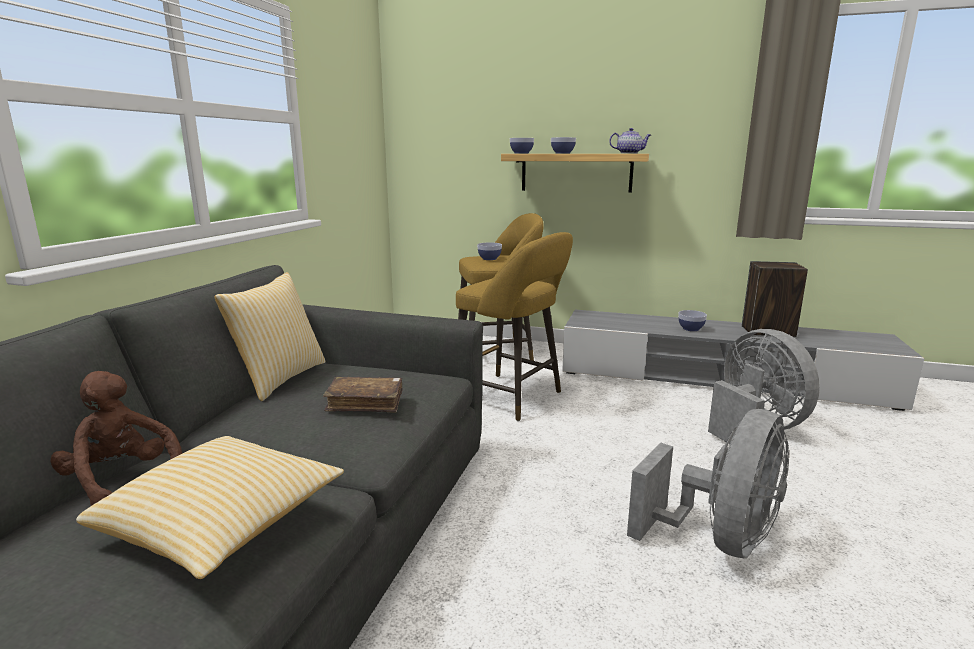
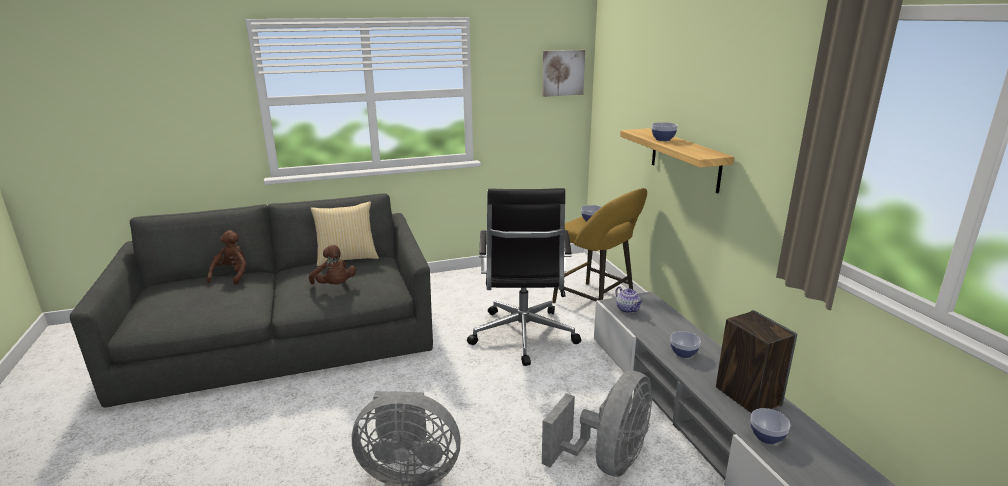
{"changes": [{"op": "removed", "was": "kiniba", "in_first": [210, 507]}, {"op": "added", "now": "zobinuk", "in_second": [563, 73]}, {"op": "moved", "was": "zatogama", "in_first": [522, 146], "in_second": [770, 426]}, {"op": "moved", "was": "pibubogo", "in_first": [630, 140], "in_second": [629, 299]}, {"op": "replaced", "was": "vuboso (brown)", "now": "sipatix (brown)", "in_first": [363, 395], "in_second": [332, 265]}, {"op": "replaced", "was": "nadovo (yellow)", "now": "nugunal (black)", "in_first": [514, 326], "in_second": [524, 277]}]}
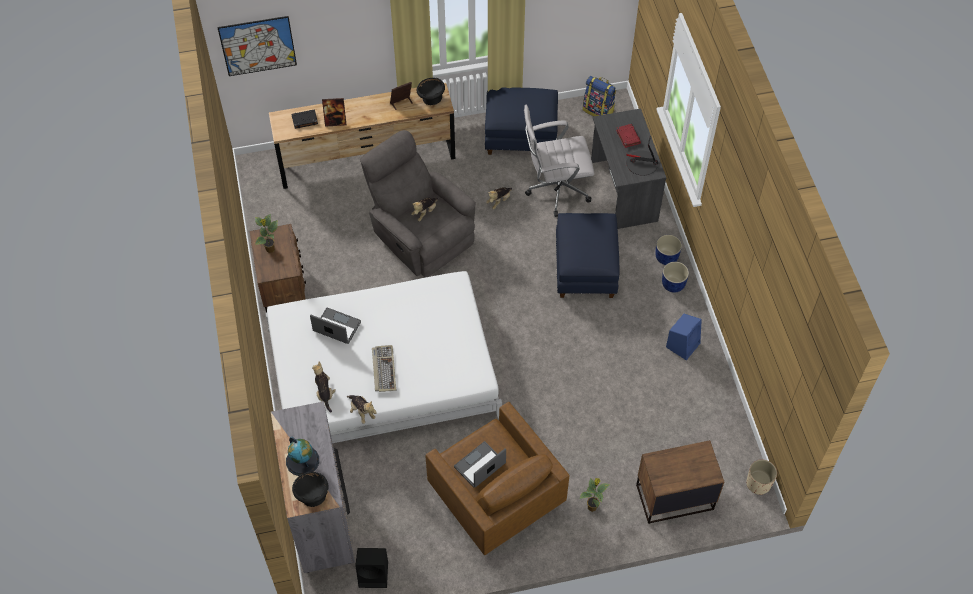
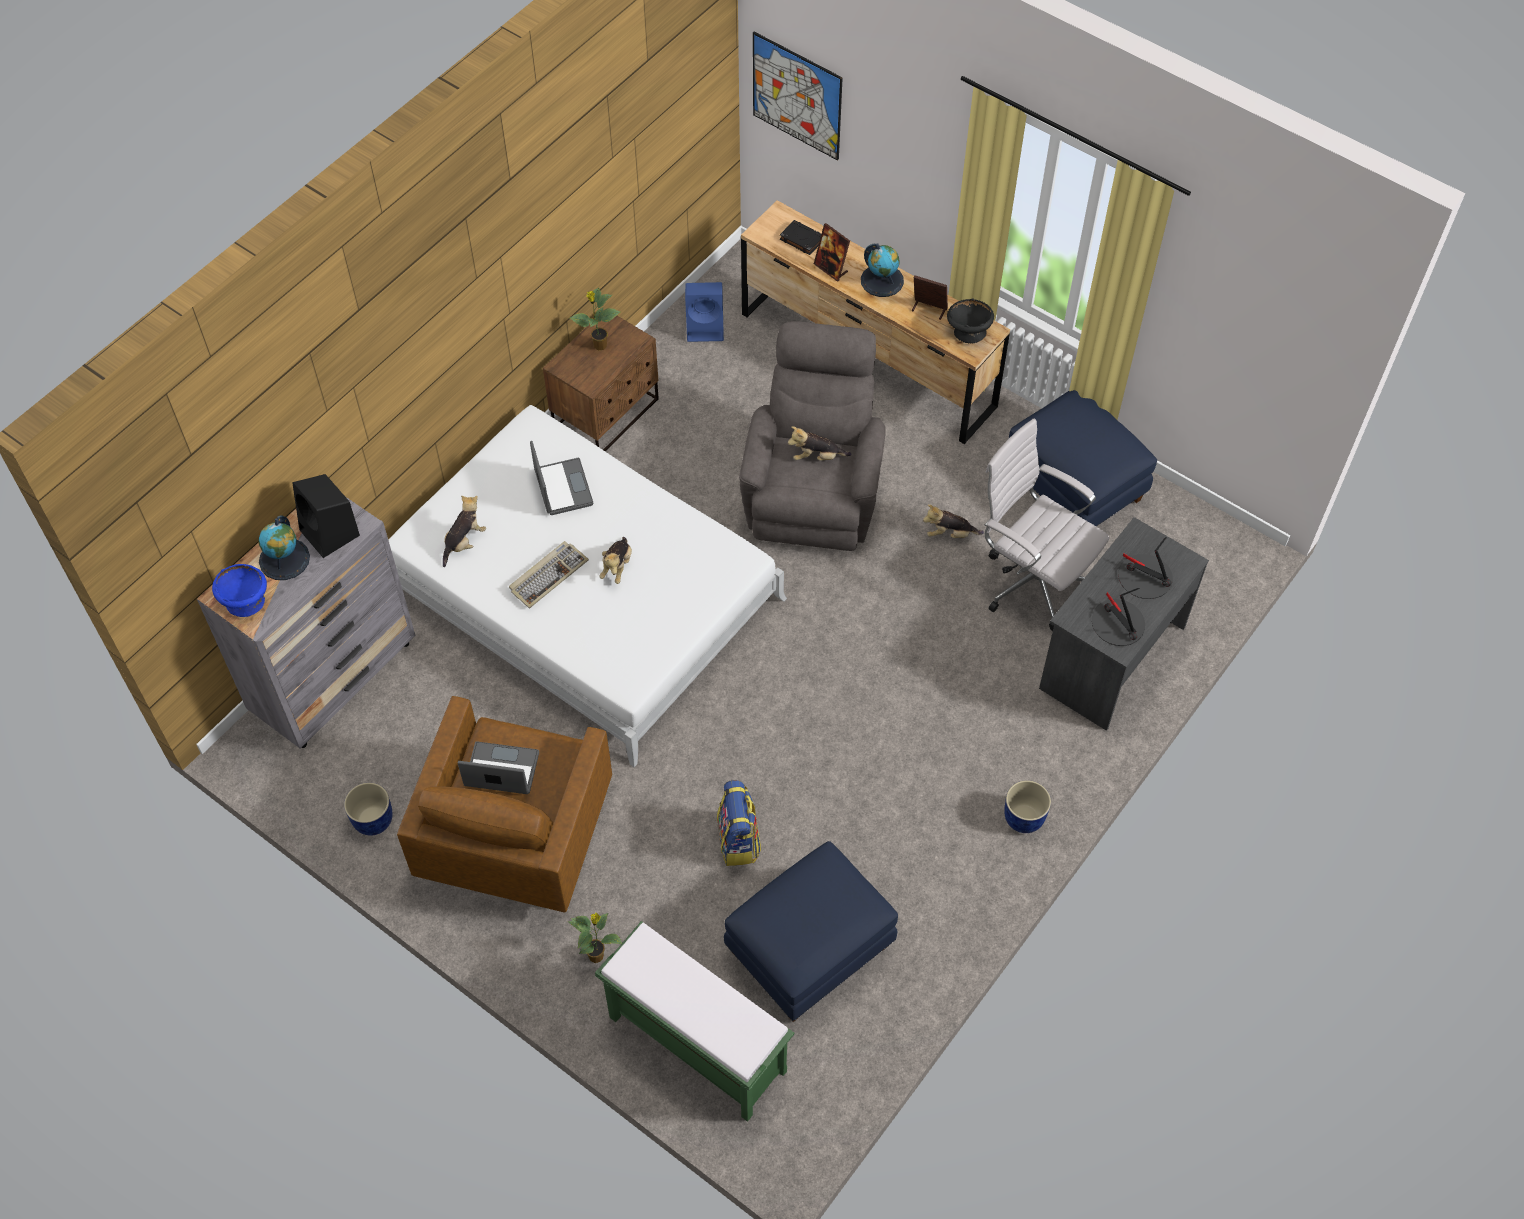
{"changes": [{"op": "removed", "was": "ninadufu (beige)", "in_first": [761, 477]}, {"op": "added", "now": "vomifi", "in_second": [882, 270]}, {"op": "moved", "was": "sipatix", "in_first": [362, 409], "in_second": [616, 560]}, {"op": "moved", "was": "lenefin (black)", "in_first": [371, 568], "in_second": [326, 516]}, {"op": "moved", "was": "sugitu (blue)", "in_first": [587, 255], "in_second": [811, 931]}, {"op": "moved", "was": "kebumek", "in_first": [599, 96], "in_second": [739, 823]}, {"op": "moved", "was": "ninadufu (blue)", "in_first": [668, 250], "in_second": [368, 809]}, {"op": "moved", "was": "lenefin (blue)", "in_first": [684, 337], "in_second": [704, 312]}, {"op": "replaced", "was": "vuboso (red)", "now": "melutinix", "in_first": [628, 136], "in_second": [1145, 568]}, {"op": "replaced", "was": "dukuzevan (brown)", "now": "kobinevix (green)", "in_first": [680, 482], "in_second": [694, 1021]}, {"op": "recoloured", "was": "zatogama (black)", "now": "zatogama (blue)", "in_first": [310, 489], "in_second": [239, 590]}]}
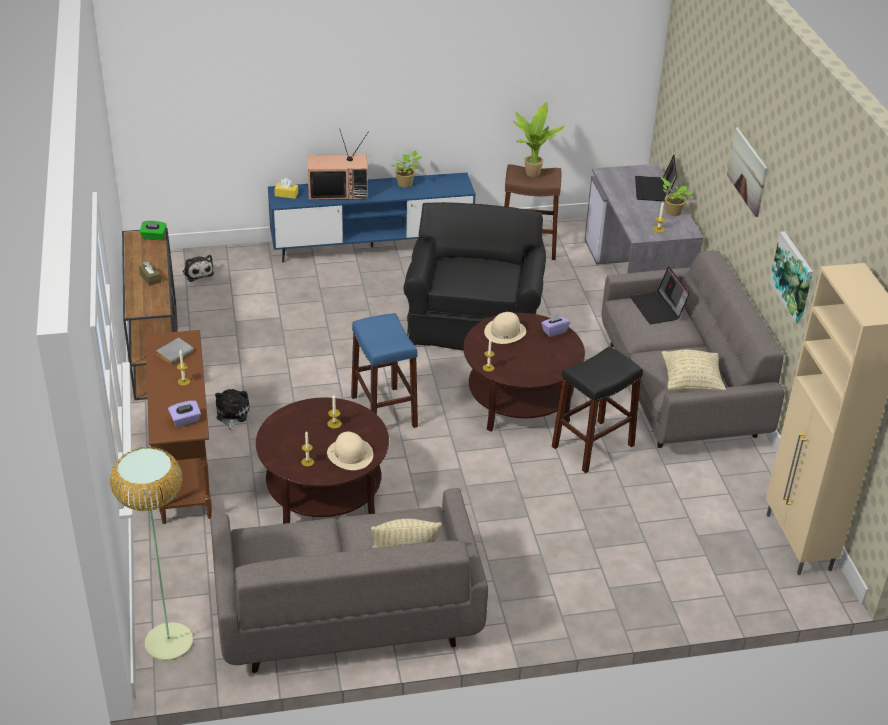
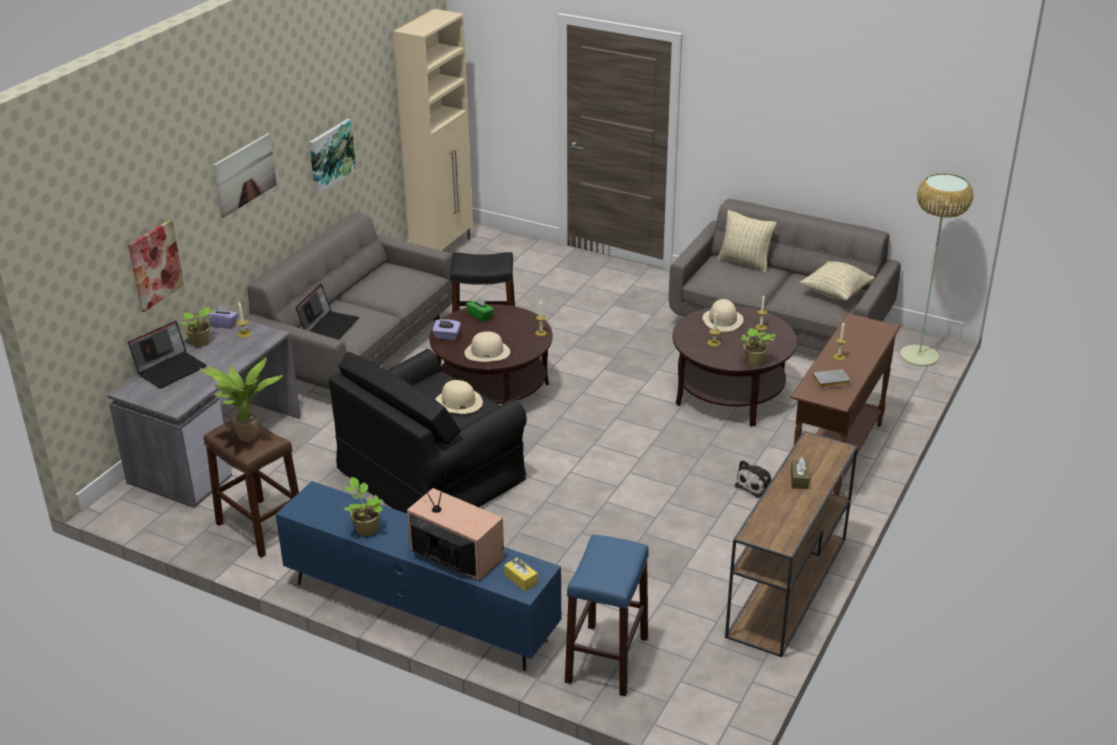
{"changes": [{"op": "removed", "was": "sipatix", "in_first": [198, 268]}, {"op": "added", "now": "zobinuk", "in_second": [156, 265]}, {"op": "added", "now": "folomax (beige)", "in_second": [459, 397]}, {"op": "added", "now": "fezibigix", "in_second": [758, 347]}, {"op": "moved", "was": "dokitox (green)", "in_first": [153, 230], "in_second": [480, 309]}, {"op": "moved", "was": "dokitox (purple)", "in_first": [184, 413], "in_second": [222, 317]}, {"op": "moved", "was": "nadovo (blue)", "in_first": [384, 370], "in_second": [607, 615]}, {"op": "moved", "was": "kiniba (beige)", "in_first": [694, 371], "in_second": [837, 280]}]}
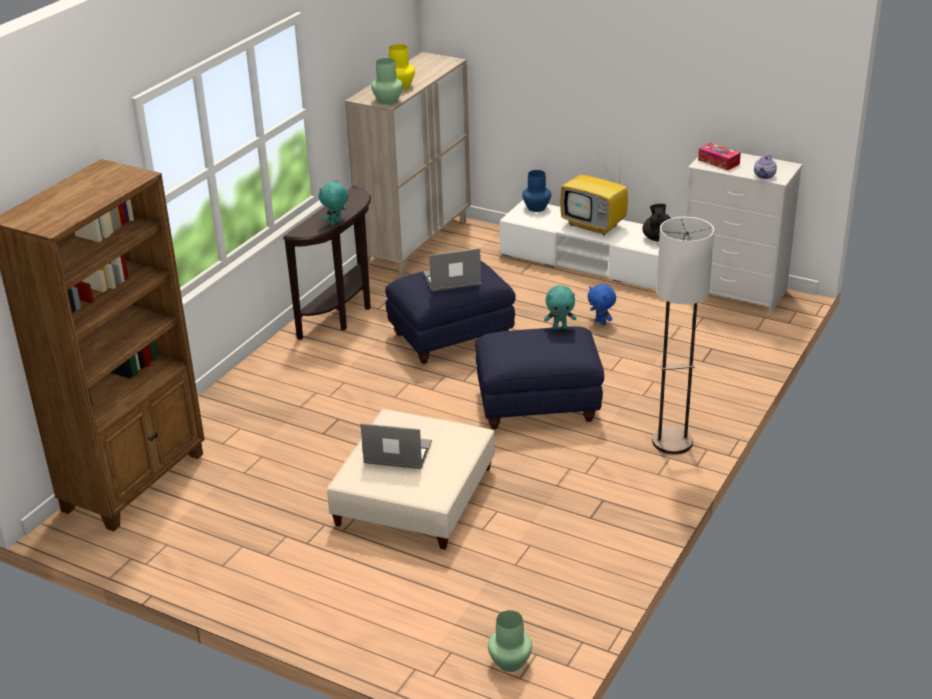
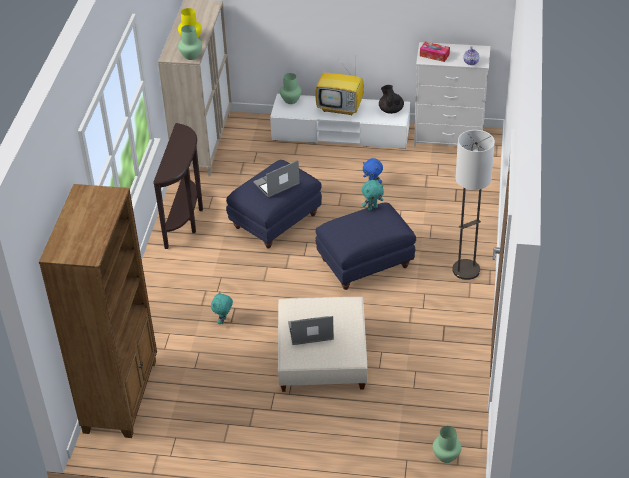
{"changes": [{"op": "moved", "was": "sipatix (turquoise)", "in_first": [334, 202], "in_second": [222, 307]}, {"op": "recoloured", "was": "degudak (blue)", "now": "degudak (green)", "in_first": [536, 191], "in_second": [291, 88]}]}
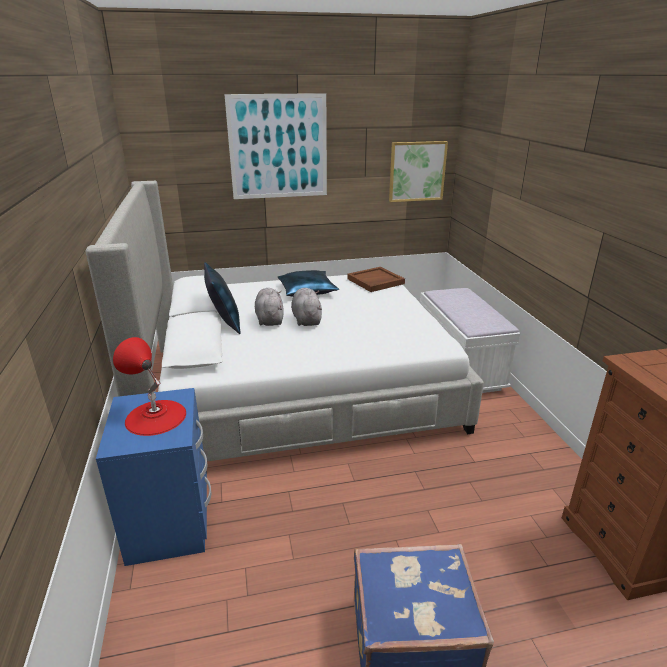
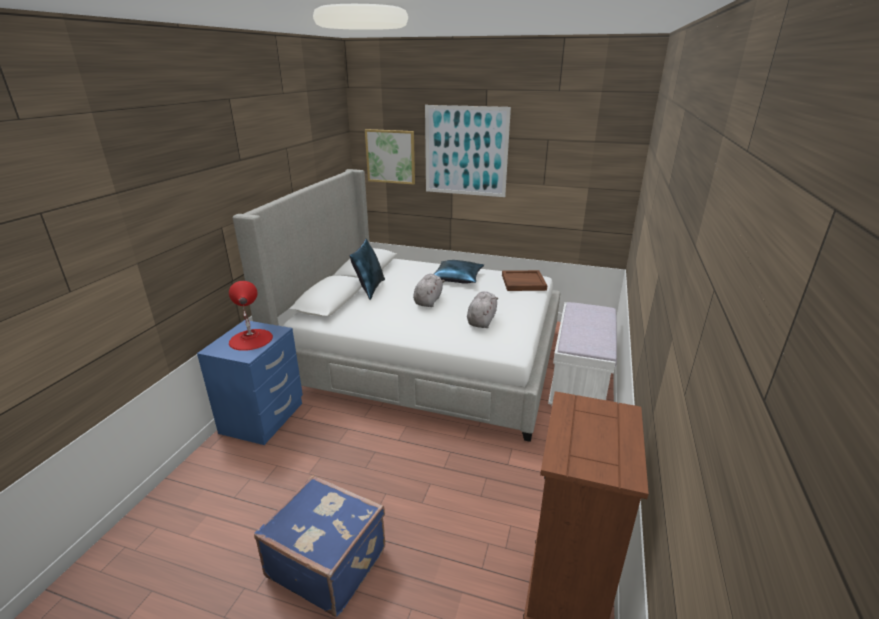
{"changes": [{"op": "moved", "was": "sipatix (grey)", "in_first": [269, 307], "in_second": [482, 309]}, {"op": "moved", "was": "zobinuk", "in_first": [418, 171], "in_second": [390, 157]}]}
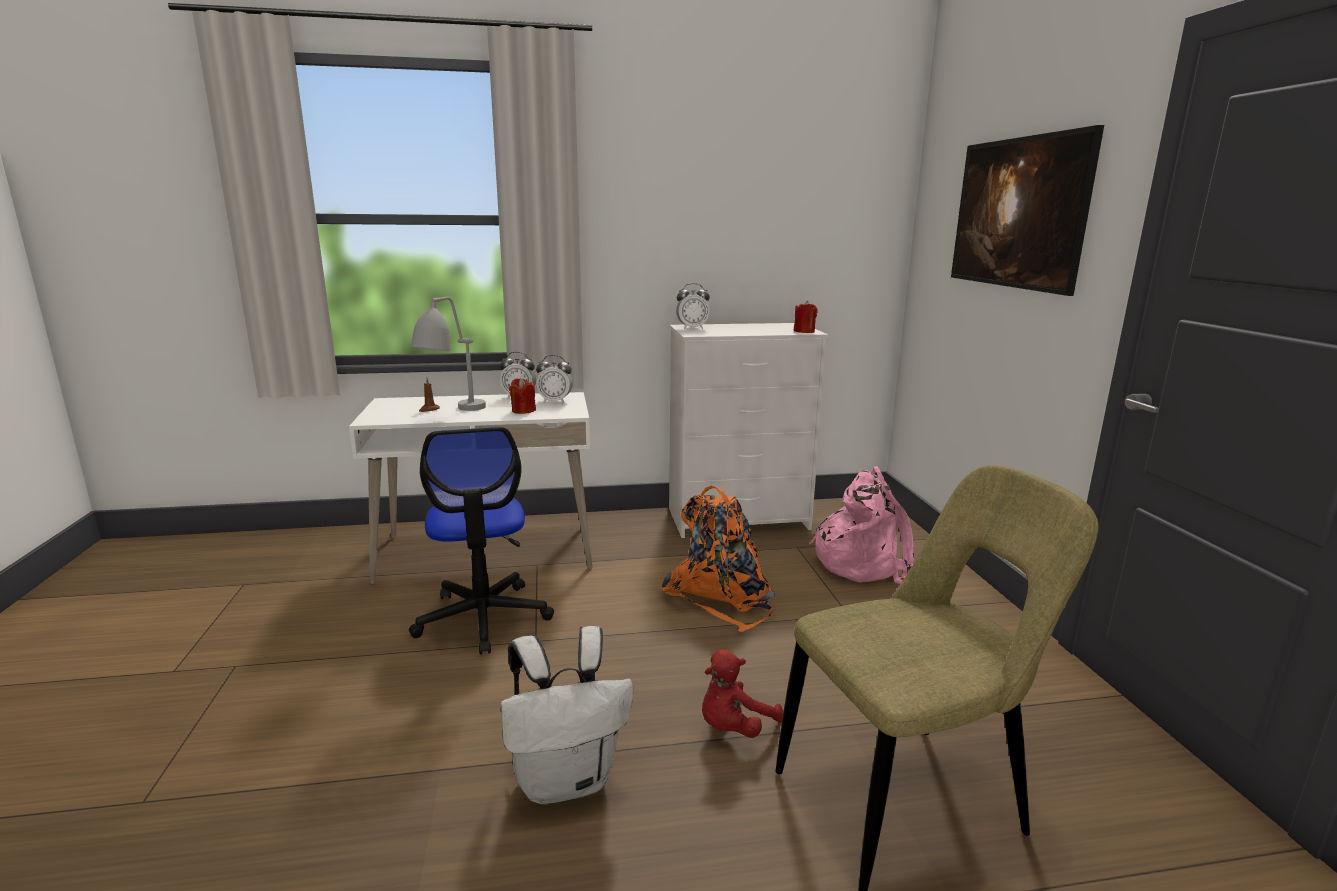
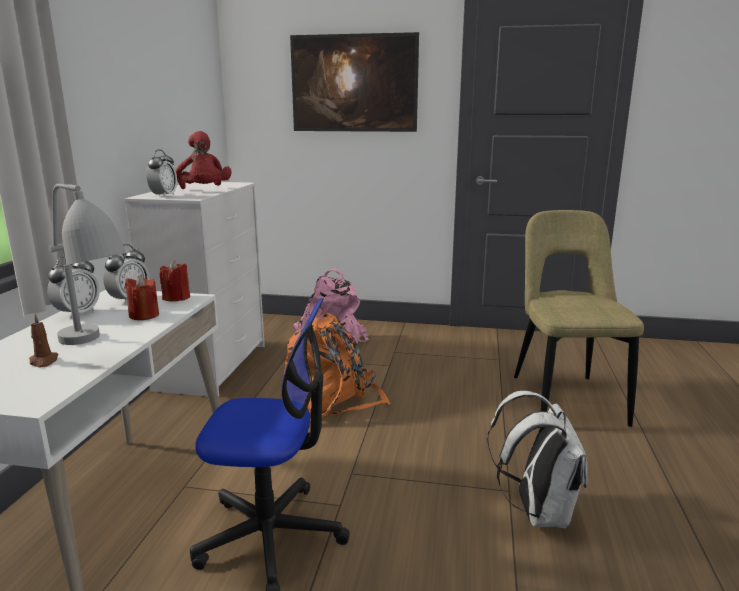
{"changes": [{"op": "moved", "was": "sipatix (red)", "in_first": [742, 693], "in_second": [204, 160]}, {"op": "moved", "was": "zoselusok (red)", "in_first": [806, 317], "in_second": [175, 280]}]}
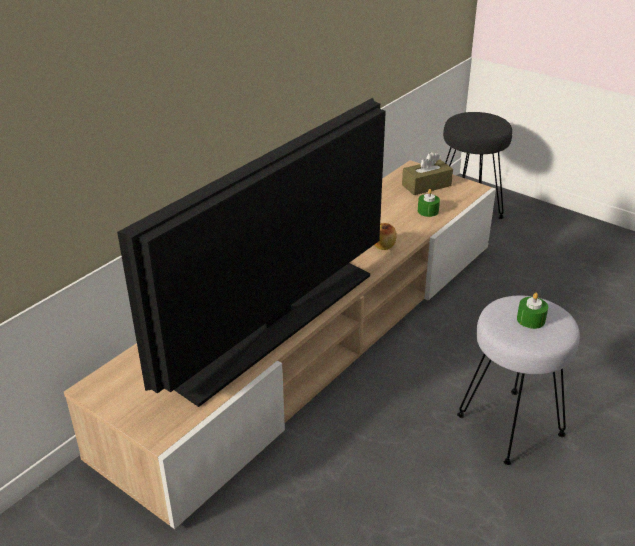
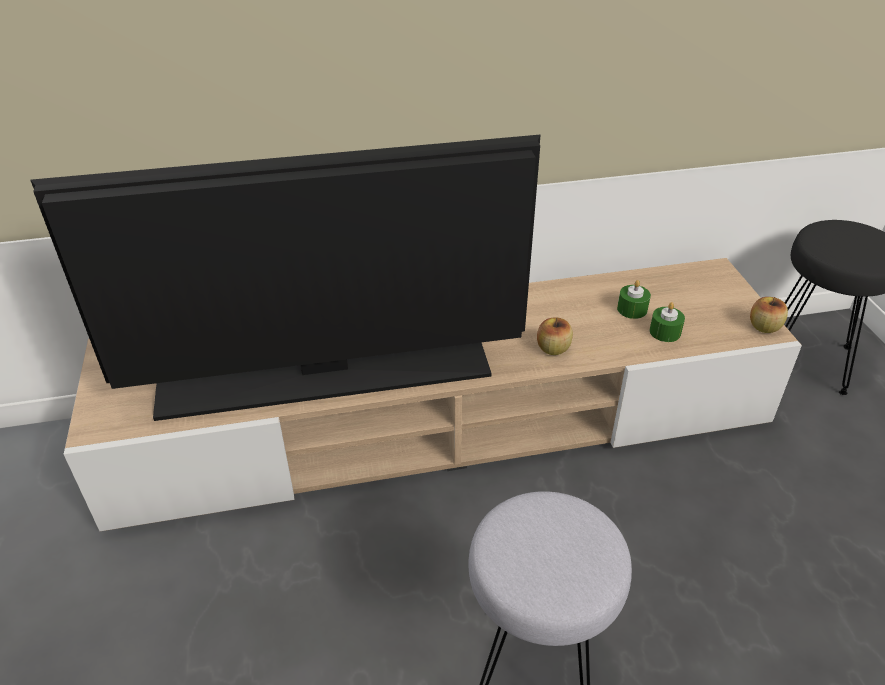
{"changes": [{"op": "removed", "was": "dokitox (brown)", "in_first": [427, 173]}, {"op": "added", "now": "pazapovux", "in_second": [769, 315]}, {"op": "moved", "was": "zoselusok (green)", "in_first": [532, 311], "in_second": [634, 299]}]}
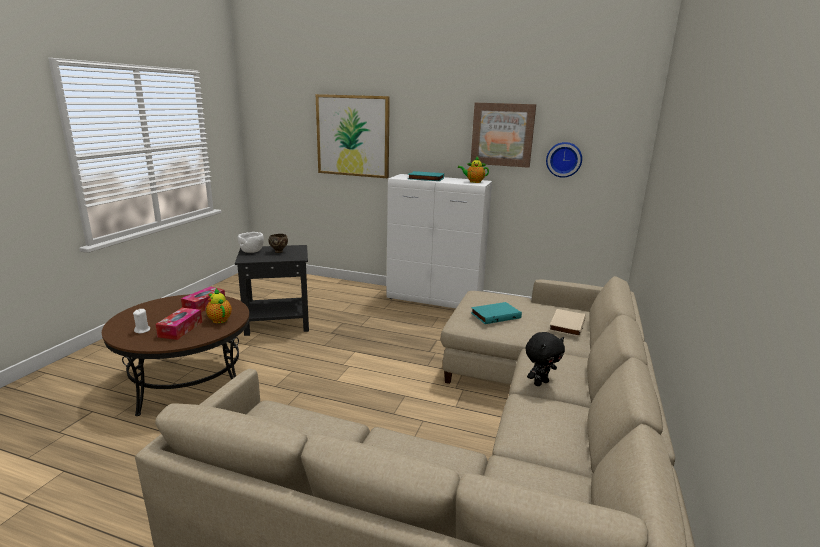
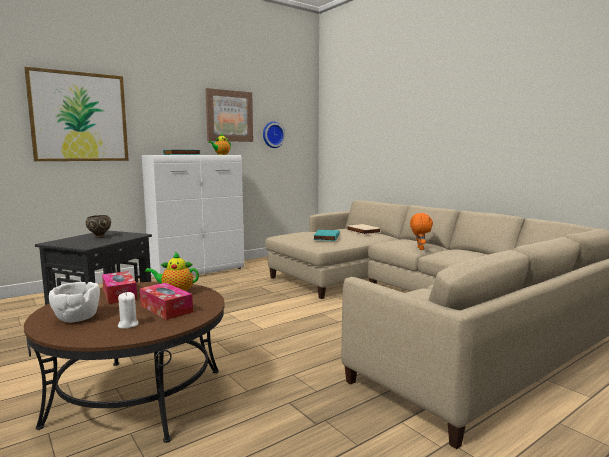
{"changes": [{"op": "moved", "was": "zatogama (white)", "in_first": [251, 242], "in_second": [74, 302]}, {"op": "recoloured", "was": "sipatix (black)", "now": "sipatix (orange)", "in_first": [545, 359], "in_second": [421, 231]}]}
